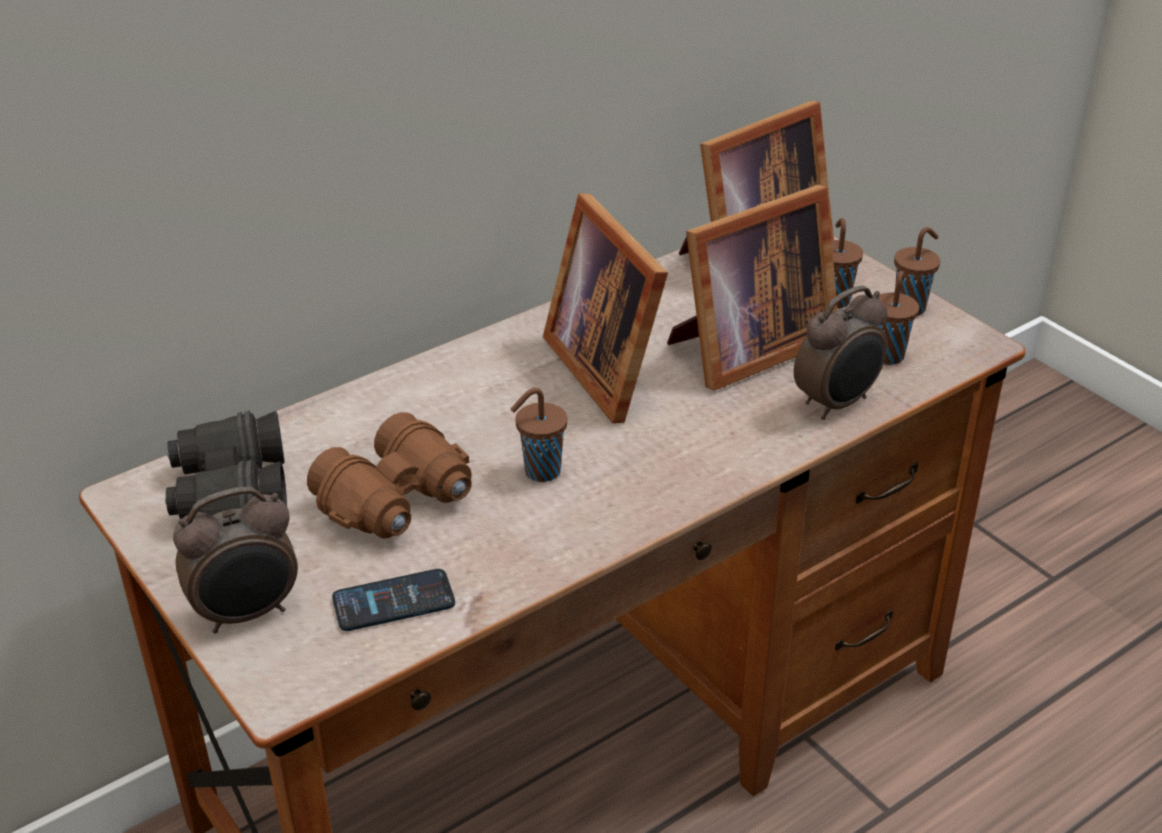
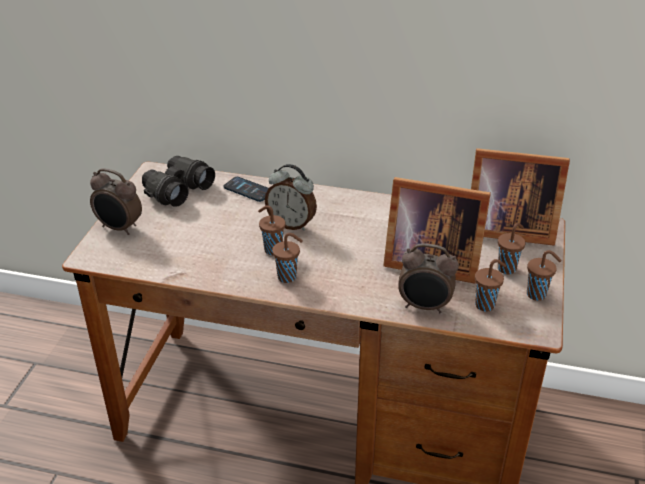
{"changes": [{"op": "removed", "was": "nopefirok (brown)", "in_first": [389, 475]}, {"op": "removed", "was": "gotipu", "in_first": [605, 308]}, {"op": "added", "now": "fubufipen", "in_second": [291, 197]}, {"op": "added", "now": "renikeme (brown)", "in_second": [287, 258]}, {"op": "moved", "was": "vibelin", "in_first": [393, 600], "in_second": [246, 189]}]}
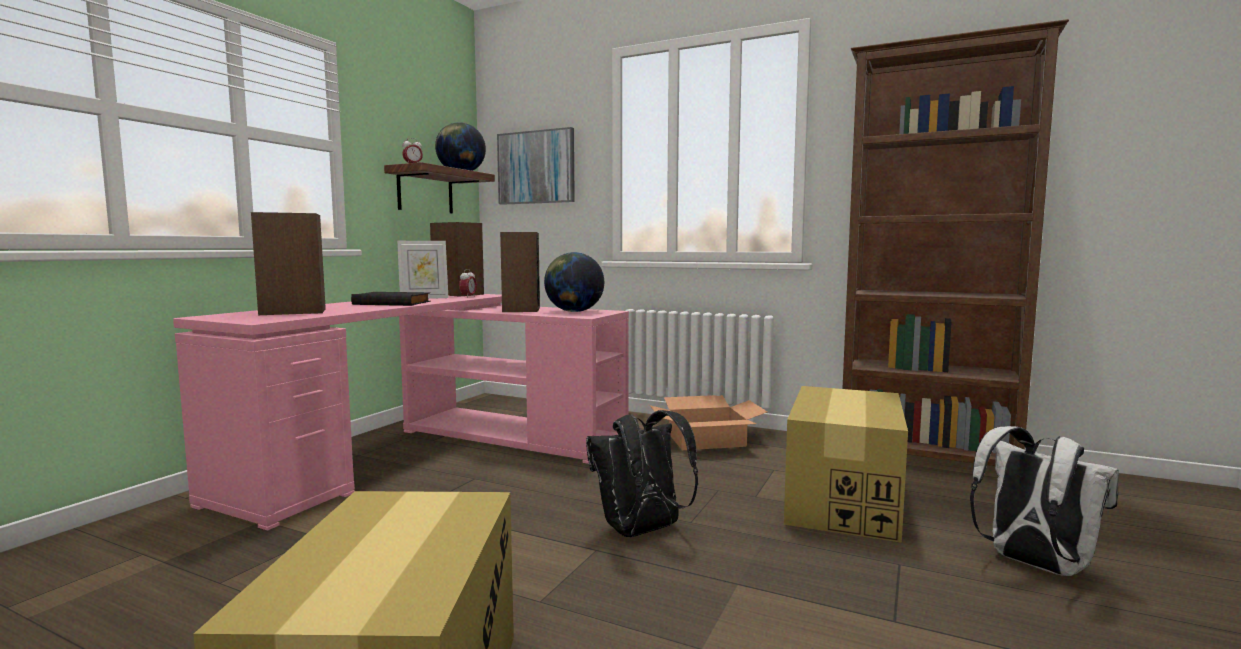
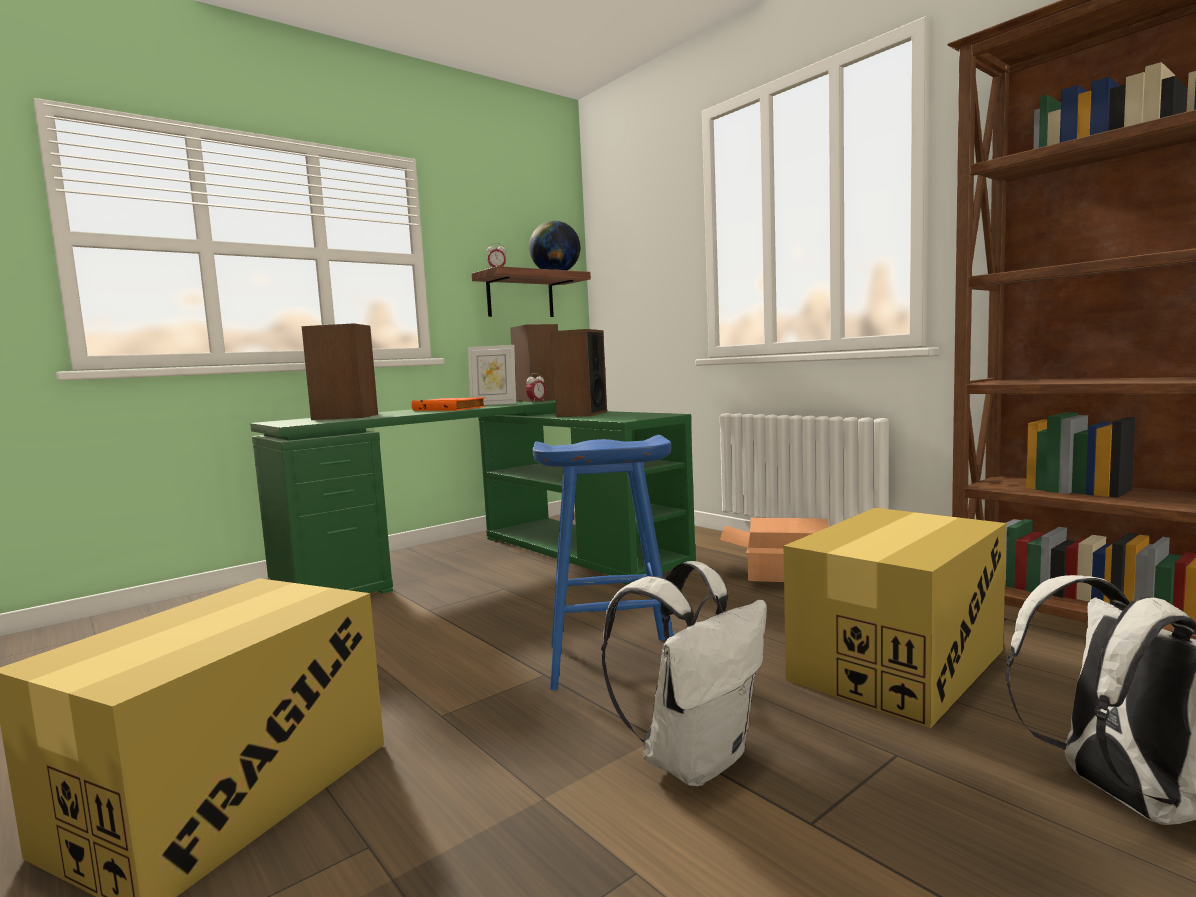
{"changes": [{"op": "removed", "was": "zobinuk", "in_first": [536, 166]}, {"op": "removed", "was": "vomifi", "in_first": [574, 282]}, {"op": "added", "now": "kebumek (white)", "in_second": [684, 673]}, {"op": "replaced", "was": "kebumek (black)", "now": "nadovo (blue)", "in_first": [642, 473], "in_second": [603, 562]}, {"op": "recoloured", "was": "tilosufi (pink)", "now": "tilosufi (green)", "in_first": [401, 412], "in_second": [473, 497]}, {"op": "recoloured", "was": "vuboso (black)", "now": "vuboso (orange)", "in_first": [391, 299], "in_second": [449, 404]}]}
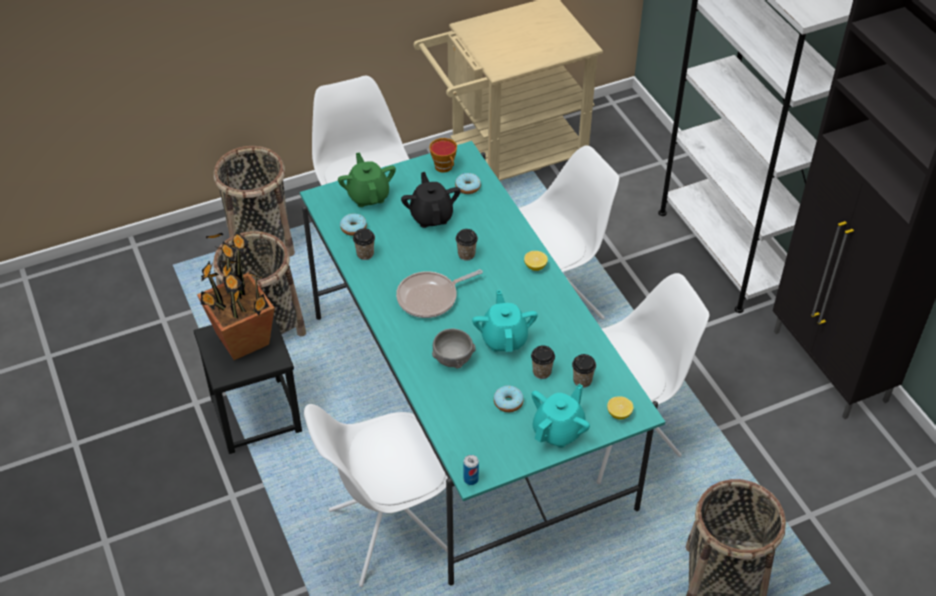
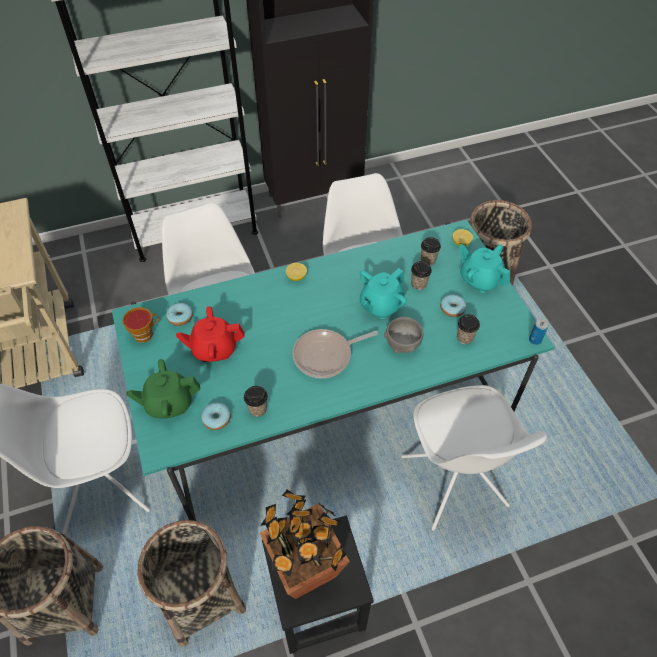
{"changes": [{"op": "moved", "was": "renikeme", "in_first": [467, 245], "in_second": [468, 329]}, {"op": "recoloured", "was": "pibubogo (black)", "now": "pibubogo (red)", "in_first": [431, 200], "in_second": [210, 334]}, {"op": "turned", "was": "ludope", "in_first": [439, 293], "in_second": [335, 354], "clockwise": 90}, {"op": "turned", "was": "pibubogo (turquoise)", "in_first": [505, 321], "in_second": [383, 293], "clockwise": -45}]}
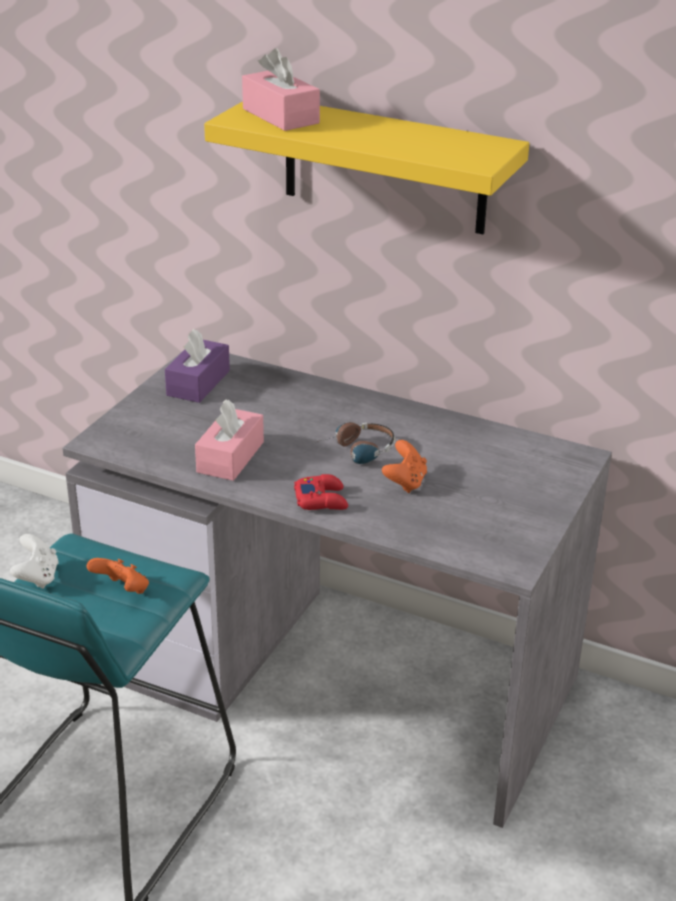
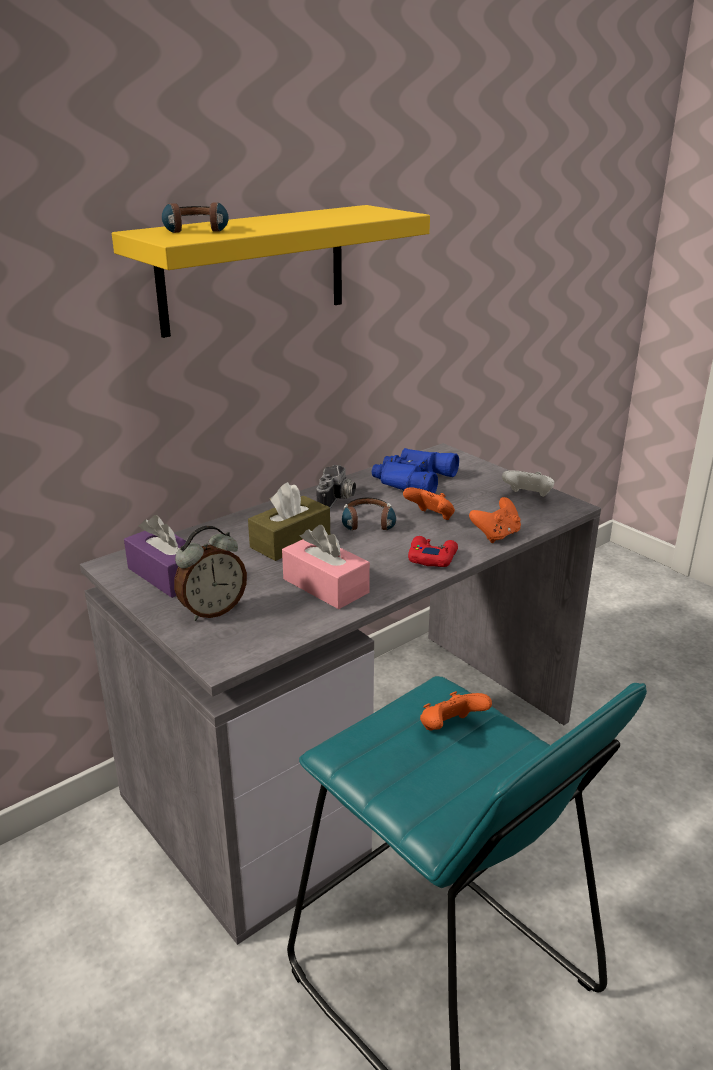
{"changes": [{"op": "added", "now": "fubufipen", "in_second": [210, 573]}, {"op": "added", "now": "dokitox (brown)", "in_second": [289, 521]}, {"op": "added", "now": "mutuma", "in_second": [336, 487]}, {"op": "added", "now": "nopefirok (blue)", "in_second": [415, 471]}, {"op": "added", "now": "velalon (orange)", "in_second": [495, 520]}, {"op": "moved", "was": "velalon (white)", "in_first": [34, 561], "in_second": [528, 483]}, {"op": "replaced", "was": "dokitox (pink)", "now": "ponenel", "in_first": [281, 90], "in_second": [195, 218]}]}
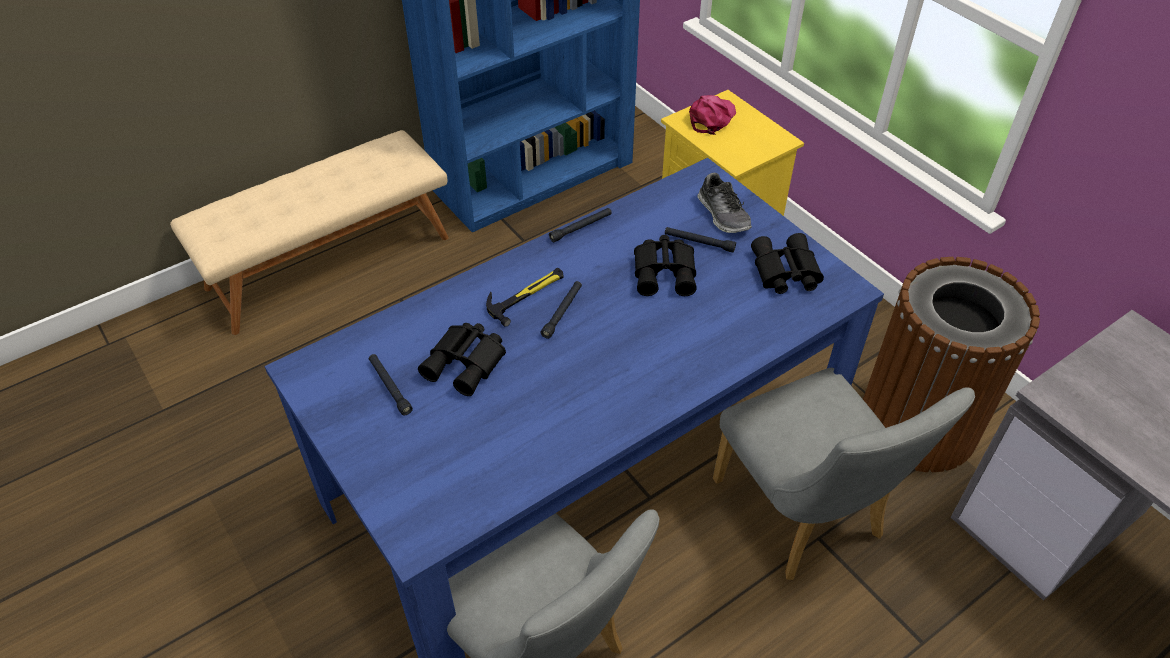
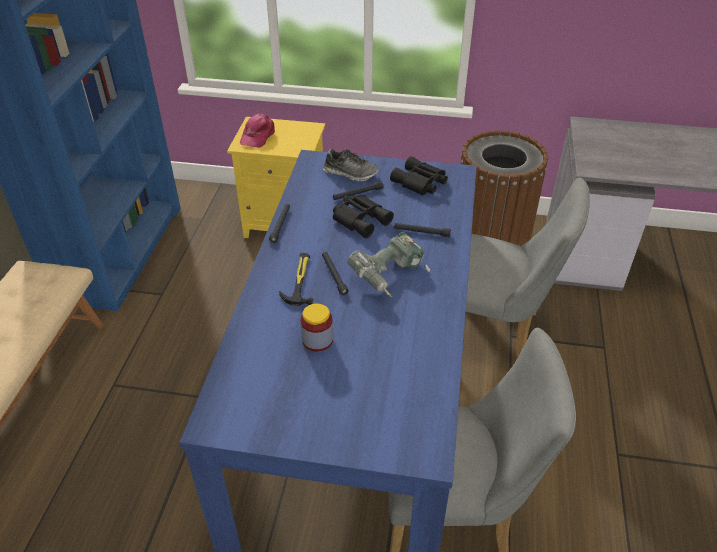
{"changes": [{"op": "added", "now": "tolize", "in_second": [389, 264]}, {"op": "moved", "was": "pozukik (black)", "in_first": [391, 384], "in_second": [422, 230]}, {"op": "replaced", "was": "nopefirok (black)", "now": "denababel", "in_first": [462, 359], "in_second": [317, 328]}, {"op": "turned", "was": "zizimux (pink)", "in_first": [712, 115], "in_second": [257, 130], "clockwise": -150}]}
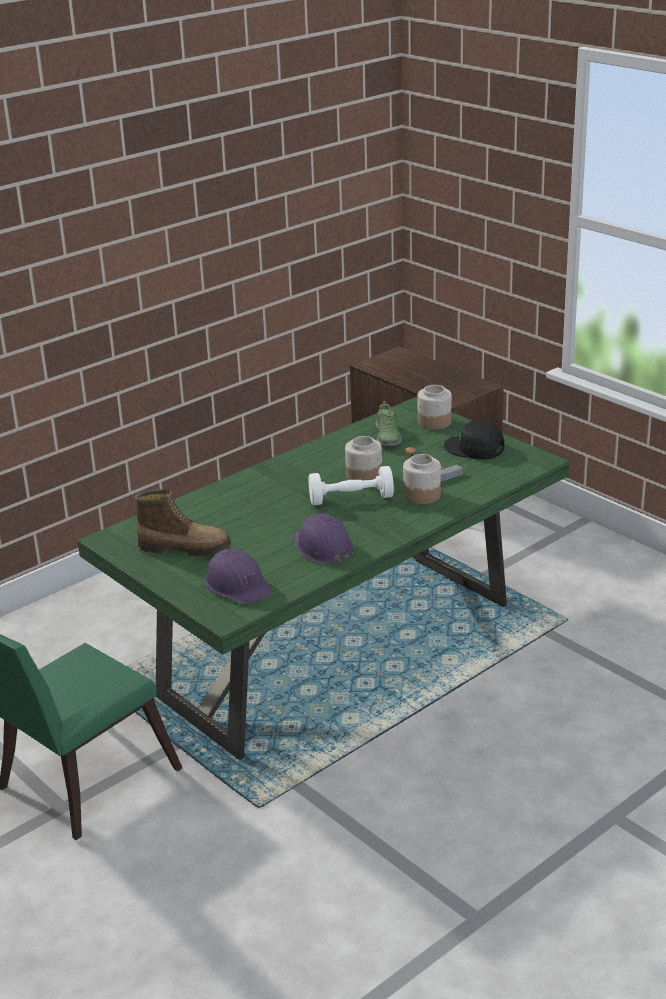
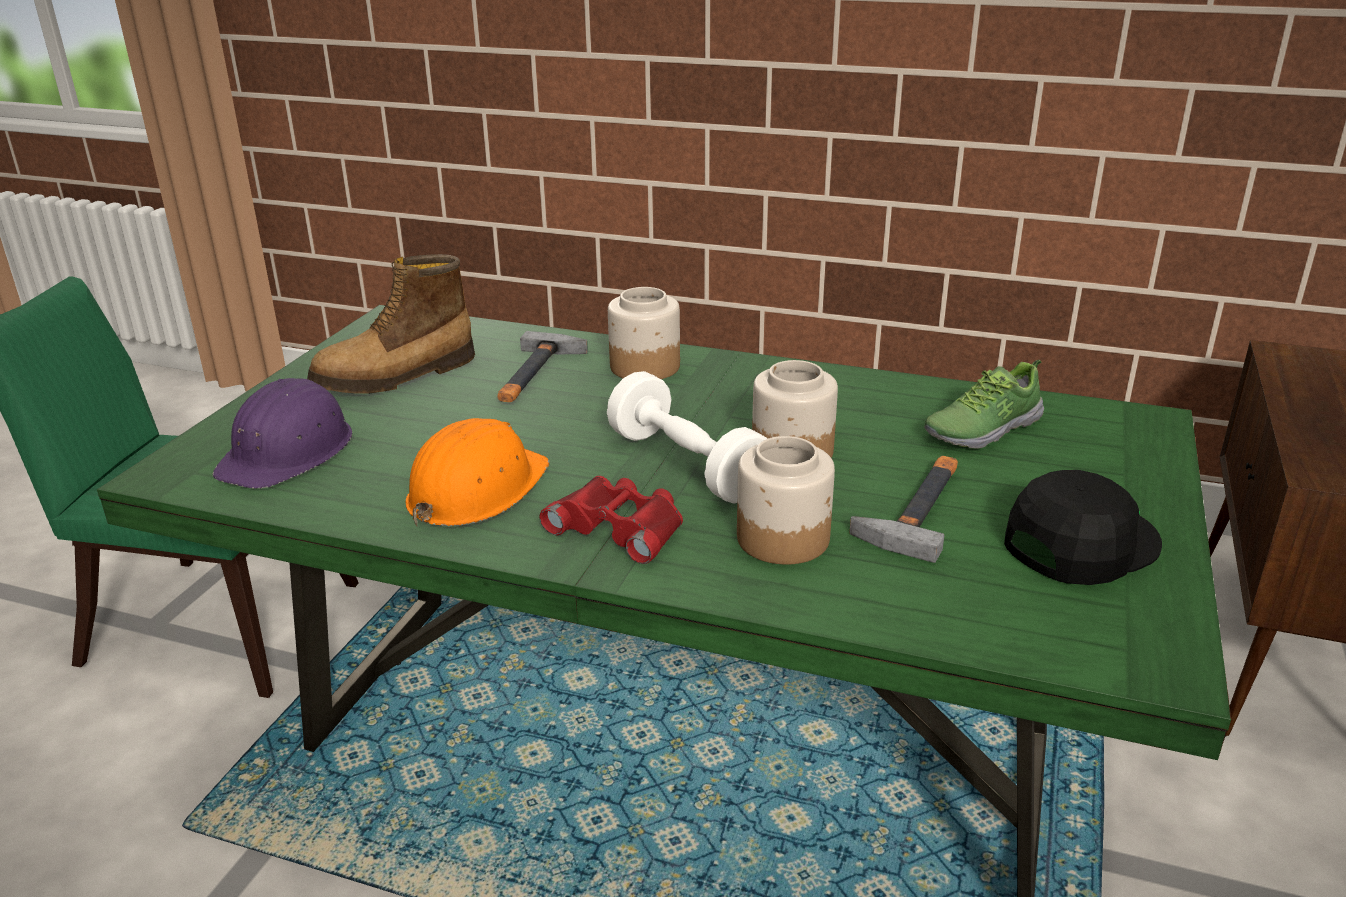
{"changes": [{"op": "added", "now": "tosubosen", "in_second": [542, 366]}, {"op": "added", "now": "nopefirok (red)", "in_second": [611, 520]}, {"op": "moved", "was": "denababel", "in_first": [434, 407], "in_second": [644, 333]}, {"op": "recoloured", "was": "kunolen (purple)", "now": "kunolen (orange)", "in_first": [323, 539], "in_second": [478, 472]}, {"op": "turned", "was": "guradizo", "in_first": [183, 522], "in_second": [391, 324], "clockwise": 75}, {"op": "turned", "was": "zizimux (black)", "in_first": [474, 440], "in_second": [1083, 527], "clockwise": 60}]}
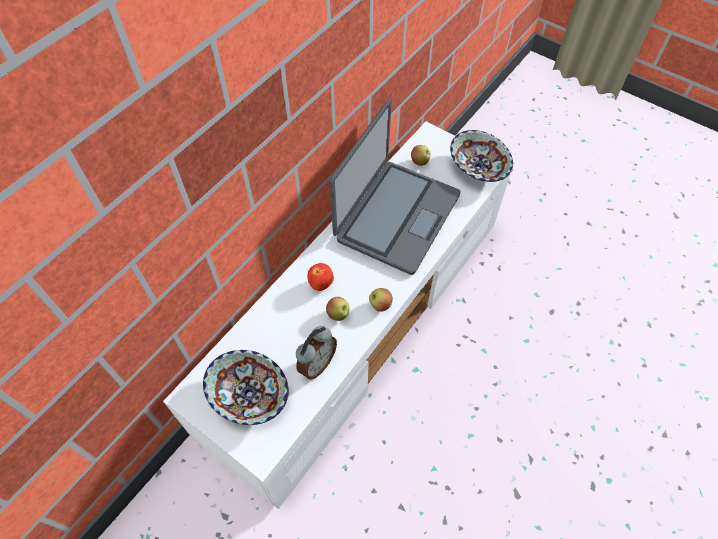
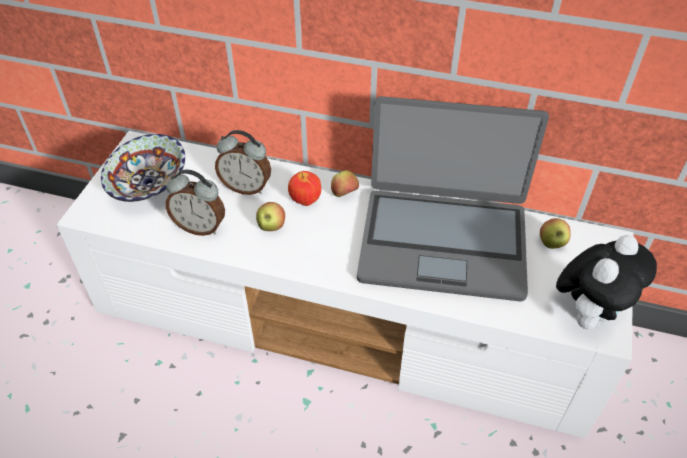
{"changes": [{"op": "added", "now": "fubufipen", "in_second": [243, 162]}, {"op": "moved", "was": "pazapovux", "in_first": [381, 300], "in_second": [345, 183]}, {"op": "replaced", "was": "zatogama", "now": "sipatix", "in_first": [481, 156], "in_second": [606, 282]}]}
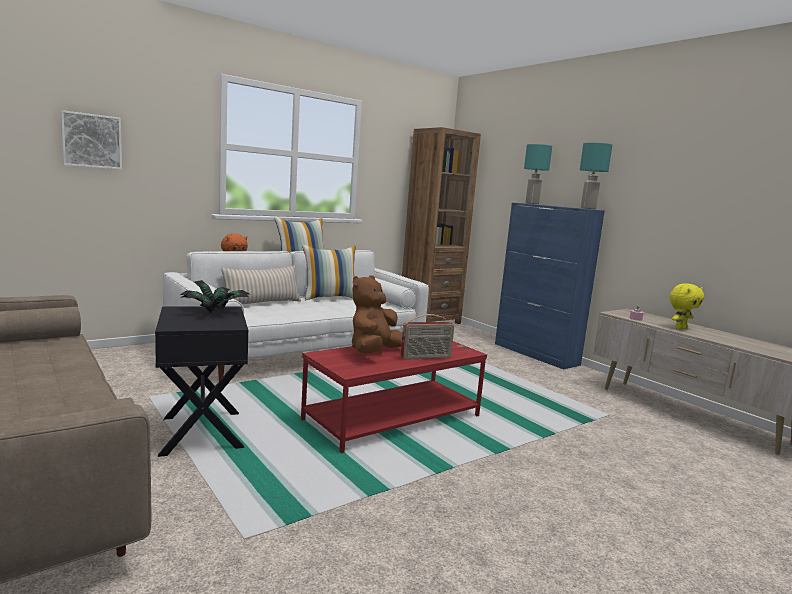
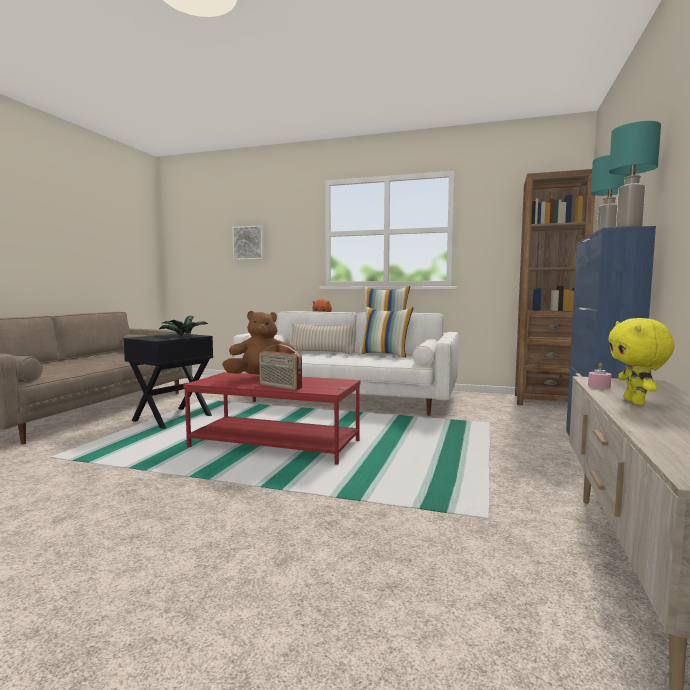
{"changes": [{"op": "turned", "was": "sipatix (yellow)", "in_first": [686, 306], "in_second": [641, 361], "clockwise": 75}]}
